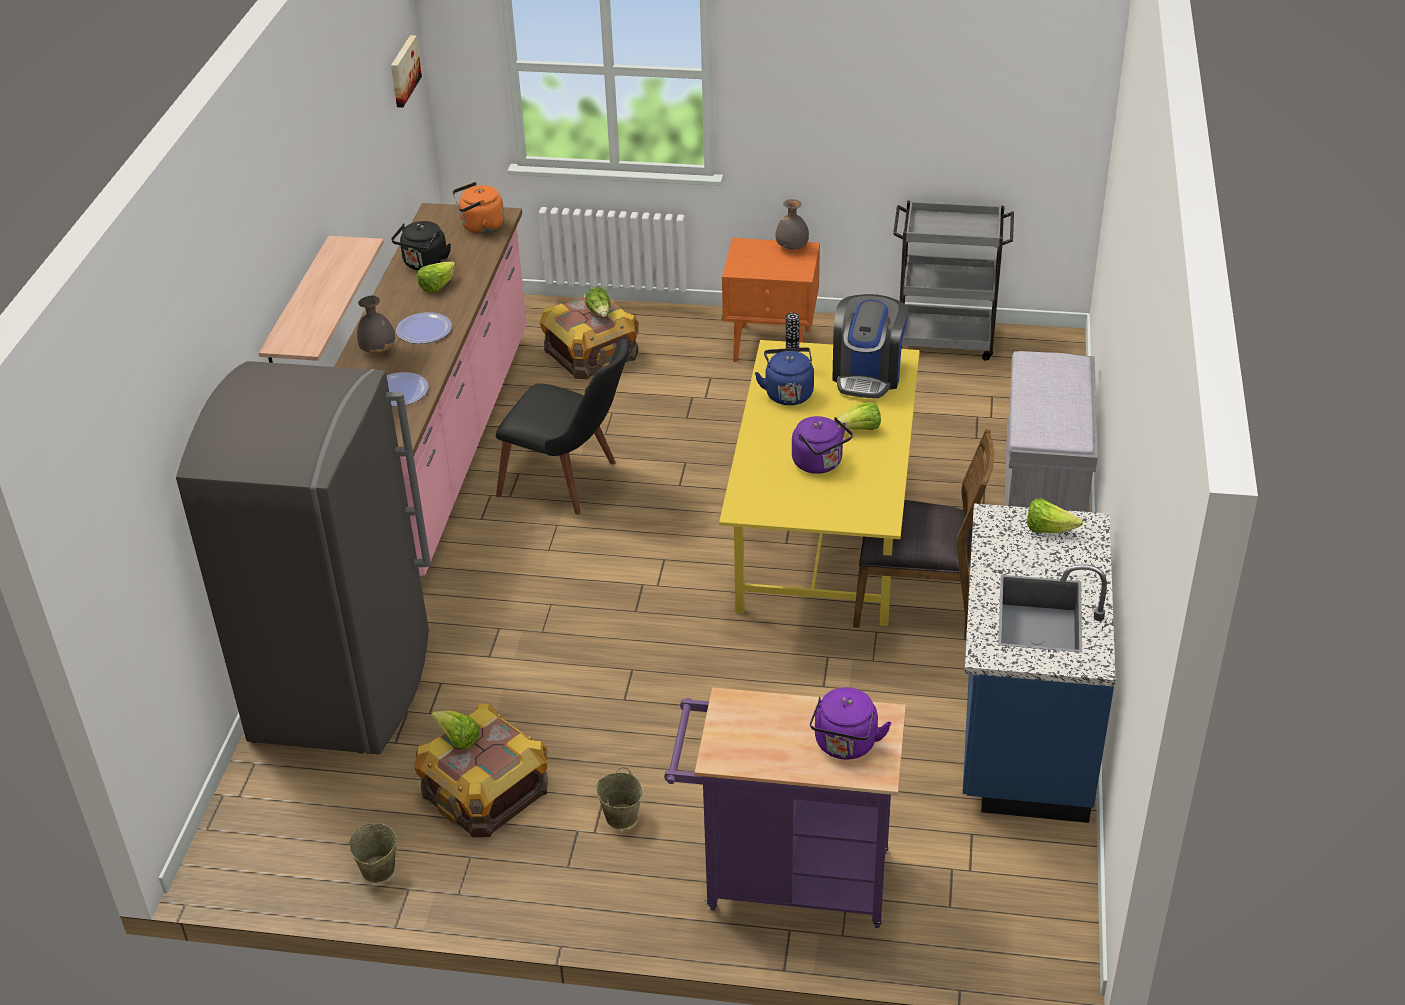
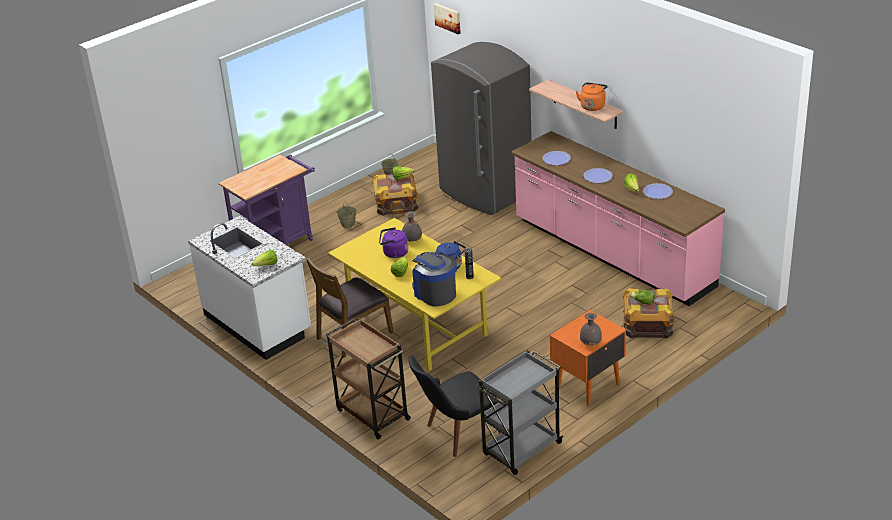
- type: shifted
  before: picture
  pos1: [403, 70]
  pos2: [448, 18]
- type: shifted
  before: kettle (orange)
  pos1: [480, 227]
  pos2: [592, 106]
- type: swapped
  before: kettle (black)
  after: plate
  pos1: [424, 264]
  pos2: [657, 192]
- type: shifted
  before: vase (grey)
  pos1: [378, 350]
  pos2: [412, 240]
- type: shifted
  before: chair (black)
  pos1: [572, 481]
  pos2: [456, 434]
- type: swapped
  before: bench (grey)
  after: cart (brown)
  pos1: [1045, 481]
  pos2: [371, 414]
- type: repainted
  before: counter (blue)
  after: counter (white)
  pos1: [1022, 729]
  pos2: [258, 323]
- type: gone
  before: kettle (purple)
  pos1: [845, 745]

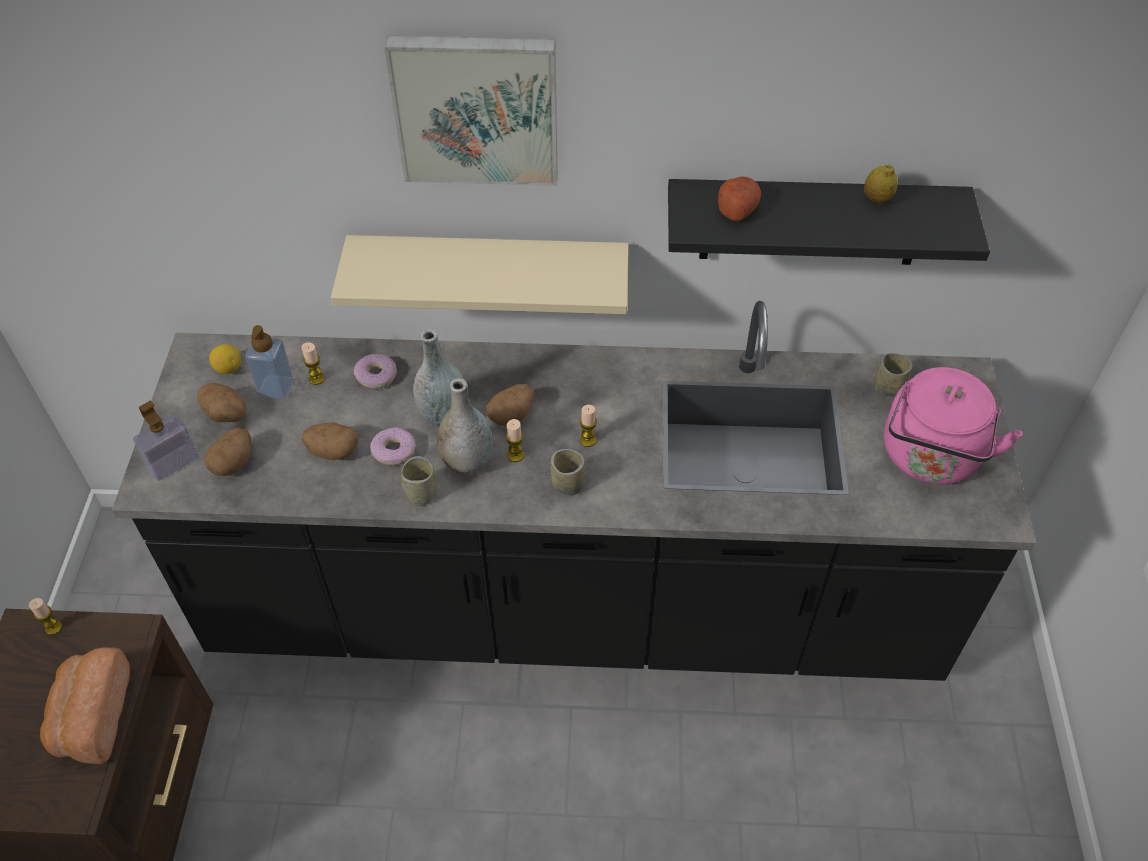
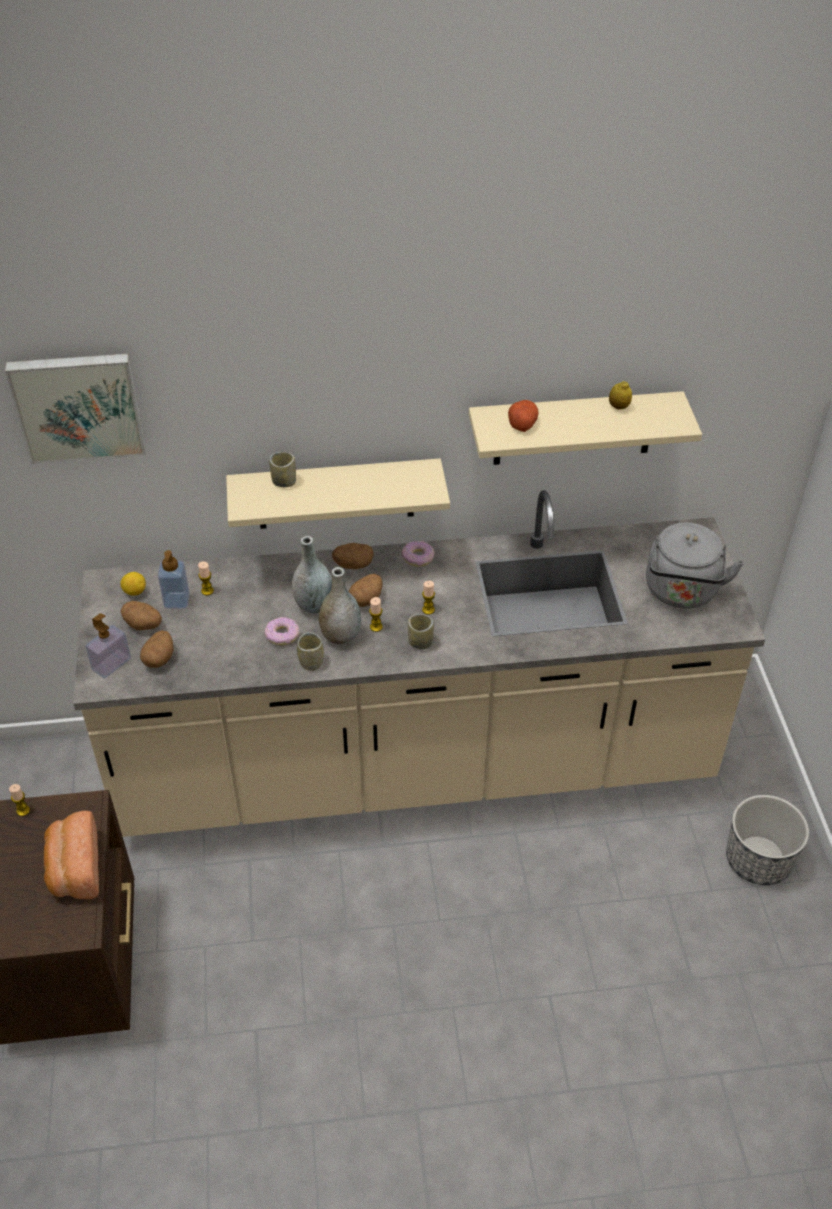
- type: shifted
  before: picture
  pos1: [477, 108]
  pos2: [78, 405]
- type: repainted
  before: shelf (black)
  after: shelf (beige)
  pos1: [811, 222]
  pos2: [573, 428]
- type: repainted
  before: counter (black)
  after: counter (beige)
  pos1: [574, 610]
  pos2: [415, 768]
- type: shifted
  before: cup
  pos1: [888, 388]
  pos2: [284, 481]
- type: shifted
  before: donut
  pos1: [376, 375]
  pos2: [418, 557]
- type: repainted
  before: kettle (pink)
  after: kettle (grey)
  pos1: [930, 459]
  pos2: [681, 592]
- type: shifted
  before: potato
  pos1: [333, 451]
  pos2: [353, 565]
- type: new
  after: planter
  pos2: [758, 860]

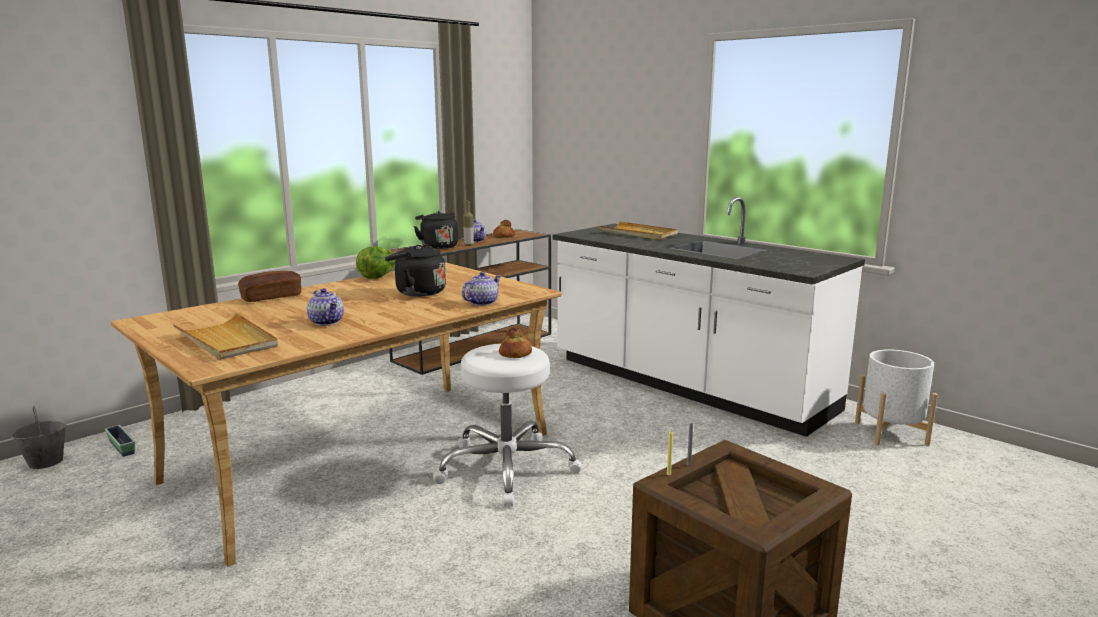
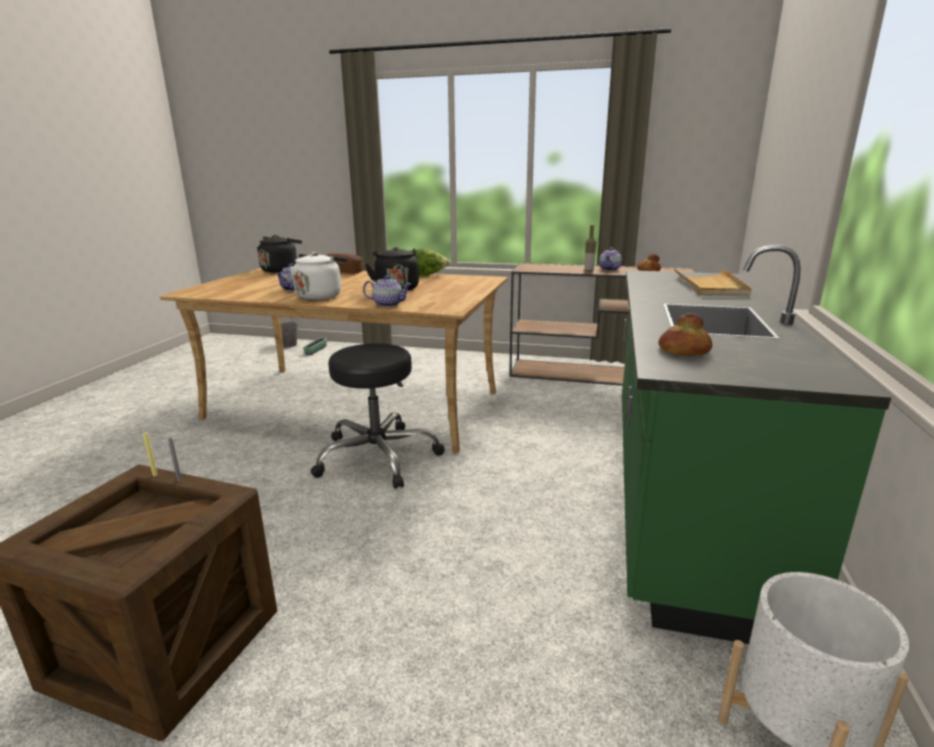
- type: repainted
  before: counter (white)
  after: counter (green)
  pos1: [687, 385]
  pos2: [681, 493]
- type: shifted
  before: kettle (black)
  pos1: [438, 246]
  pos2: [281, 270]
- type: gone
  before: tray (beige)
  pos1: [227, 340]
- type: shifted
  before: bread
  pos1: [516, 354]
  pos2: [684, 350]
- type: repainted
  before: stool (white)
  after: stool (black)
  pos1: [506, 468]
  pos2: [378, 456]
- type: new
  after: kettle (white)
  pos2: [320, 296]

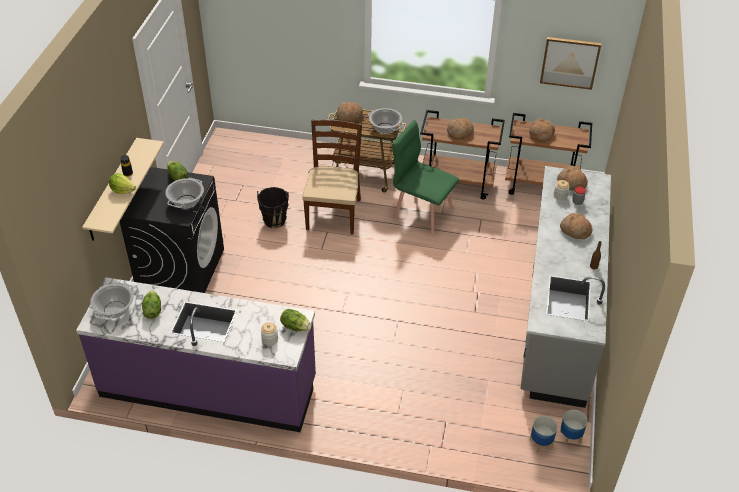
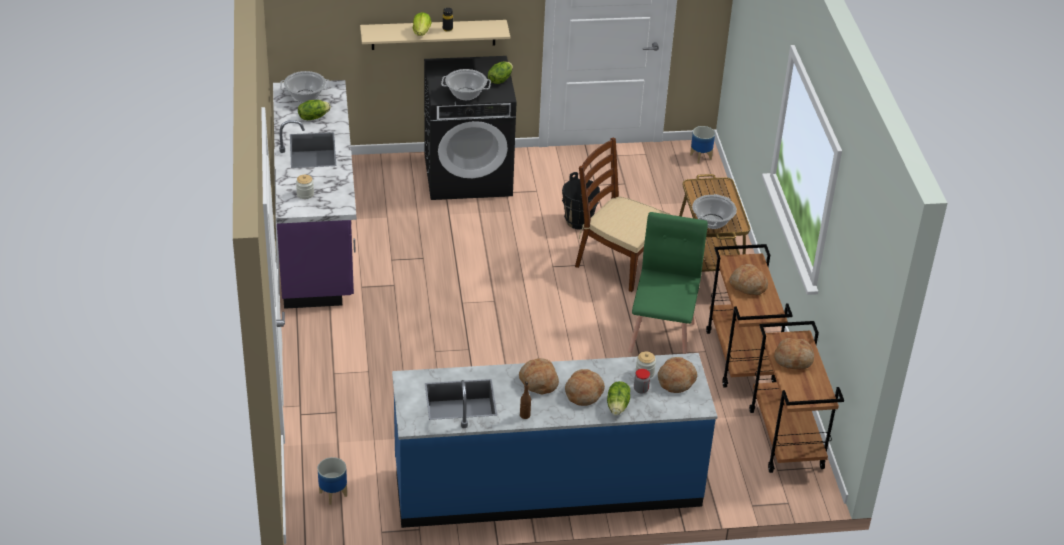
- type: gone
  before: picture
  pos1: [570, 62]
- type: shifted
  before: bread
  pos1: [349, 116]
  pos2: [538, 382]
- type: rotated
  before: chair (brown)
  pos1: [333, 213]
  pos2: [617, 263]
  turn: -135
- type: repainted
  before: counter (grey)
  after: counter (blue)
  pos1: [557, 313]
  pos2: [547, 484]
- type: shifted
  before: lettuce
  pos1: [295, 326]
  pos2: [618, 406]
- type: shifted
  before: planter
  pos1: [570, 437]
  pos2: [701, 157]

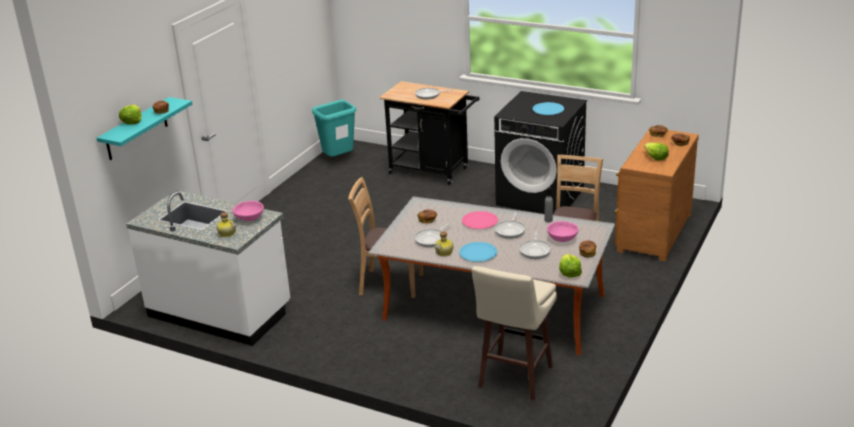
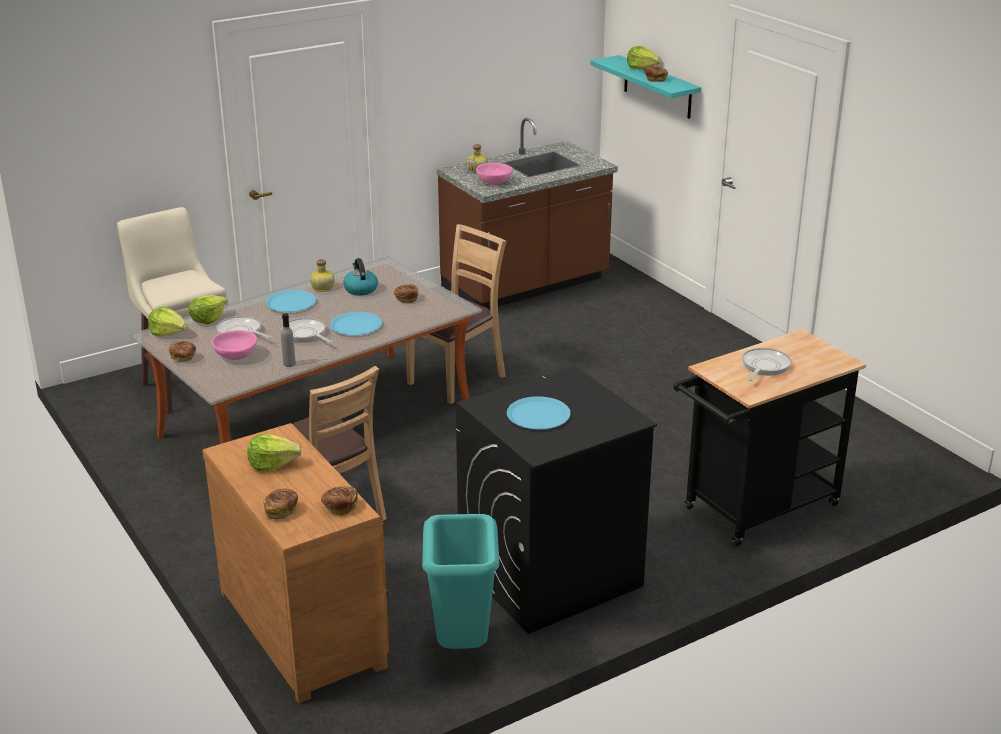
- type: shifted
  before: trash can (turquoise)
  pos1: [339, 159]
  pos2: [462, 647]
- type: repainted
  before: counter (white)
  after: counter (brown)
  pos1: [220, 311]
  pos2: [526, 285]
- type: repainted
  before: plate (pink)
  after: plate (blue)
  pos1: [480, 221]
  pos2: [356, 325]
- type: swapped
  before: frying pan
  after: kettle
  pos1: [431, 239]
  pos2: [360, 289]
- type: new
  after: lettuce
  pos2: [208, 319]

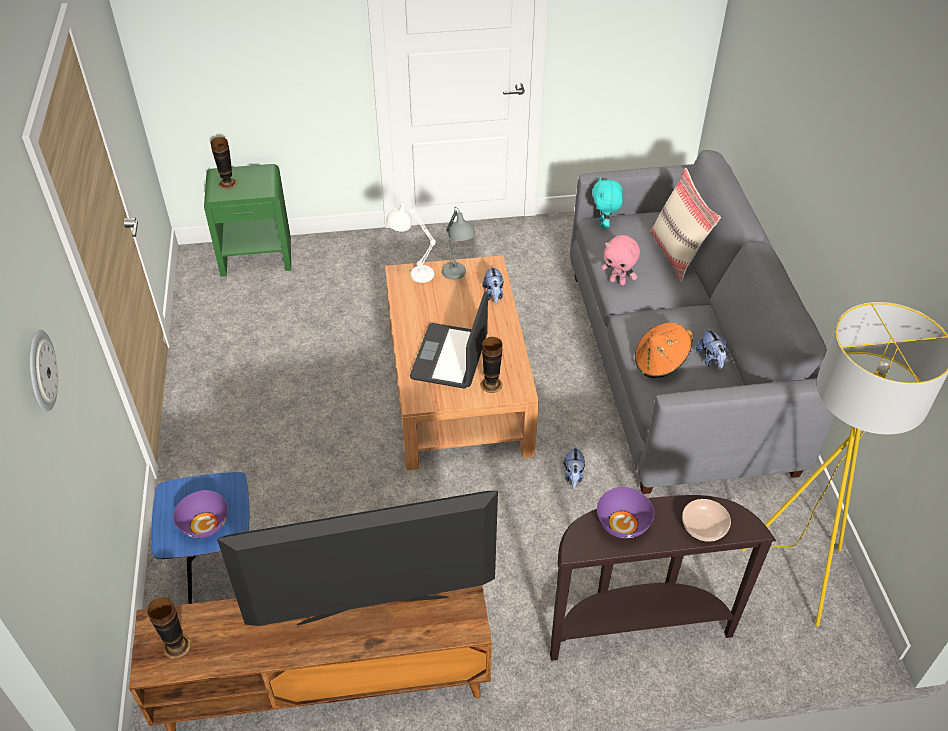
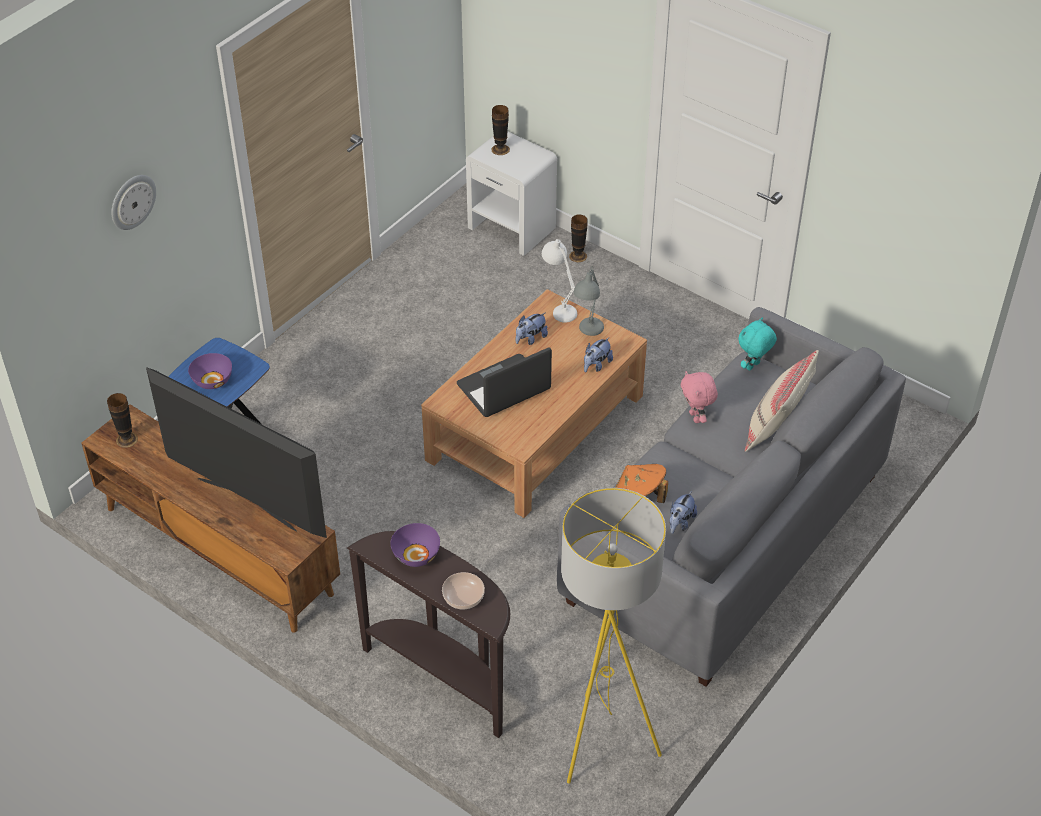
- type: repainted
  before: nightstand (green)
  after: nightstand (white)
  pos1: [257, 256]
  pos2: [512, 228]
- type: shifted
  before: vase
  pos1: [491, 384]
  pos2: [578, 256]
- type: shifted
  before: plush toy
  pos1: [573, 476]
  pos2: [530, 338]

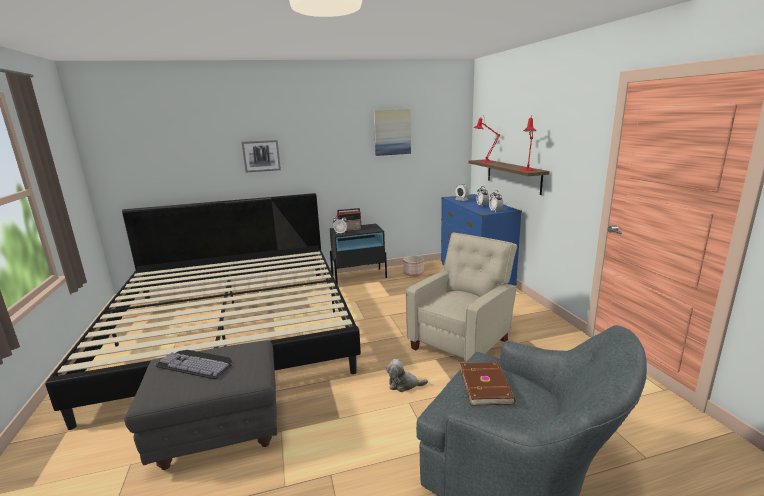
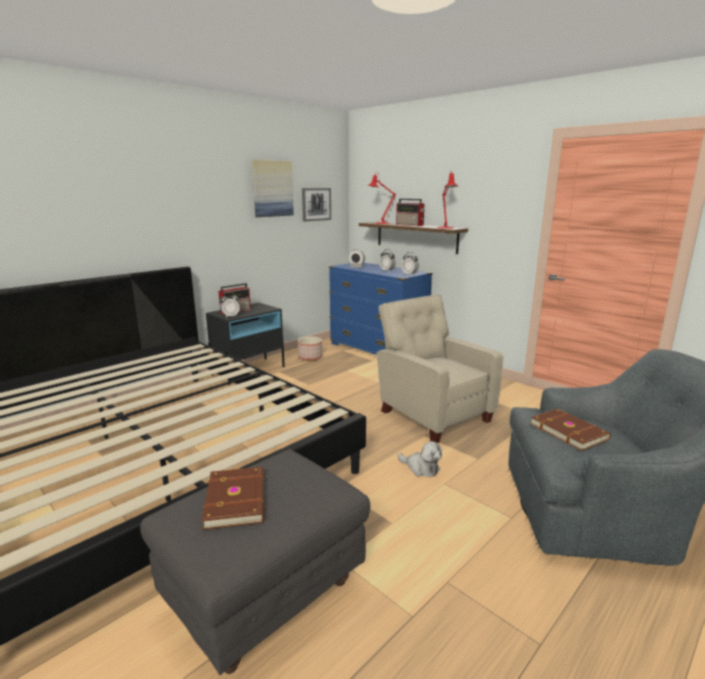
- type: shifted
  before: picture
  pos1: [261, 156]
  pos2: [316, 204]
- type: rotated
  before: armchair (beige)
  pos1: [462, 343]
  pos2: [432, 414]
  turn: -45
- type: swapped
  before: keyboard
  after: book (brown)
  pos1: [197, 363]
  pos2: [237, 499]
- type: rotated
  before: plush toy
  pos1: [404, 384]
  pos2: [421, 468]
  turn: -120
- type: new
  after: radio
  pos2: [410, 225]

